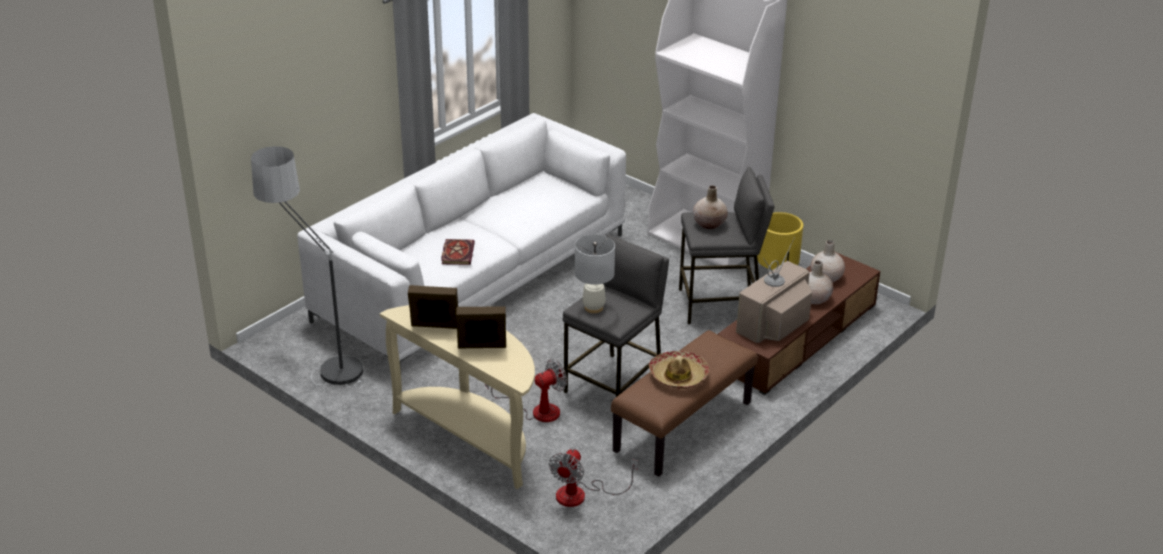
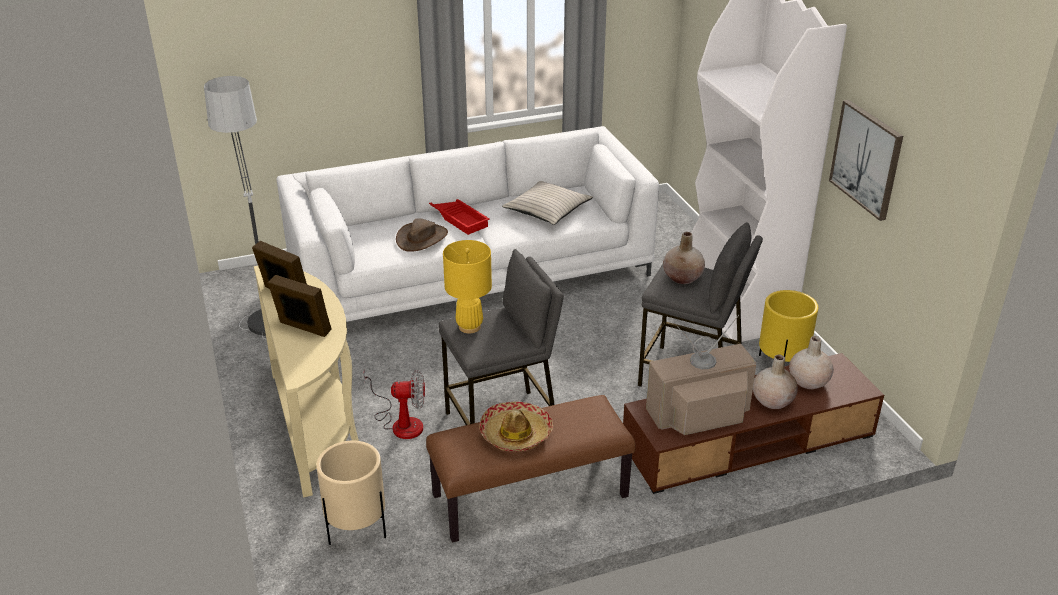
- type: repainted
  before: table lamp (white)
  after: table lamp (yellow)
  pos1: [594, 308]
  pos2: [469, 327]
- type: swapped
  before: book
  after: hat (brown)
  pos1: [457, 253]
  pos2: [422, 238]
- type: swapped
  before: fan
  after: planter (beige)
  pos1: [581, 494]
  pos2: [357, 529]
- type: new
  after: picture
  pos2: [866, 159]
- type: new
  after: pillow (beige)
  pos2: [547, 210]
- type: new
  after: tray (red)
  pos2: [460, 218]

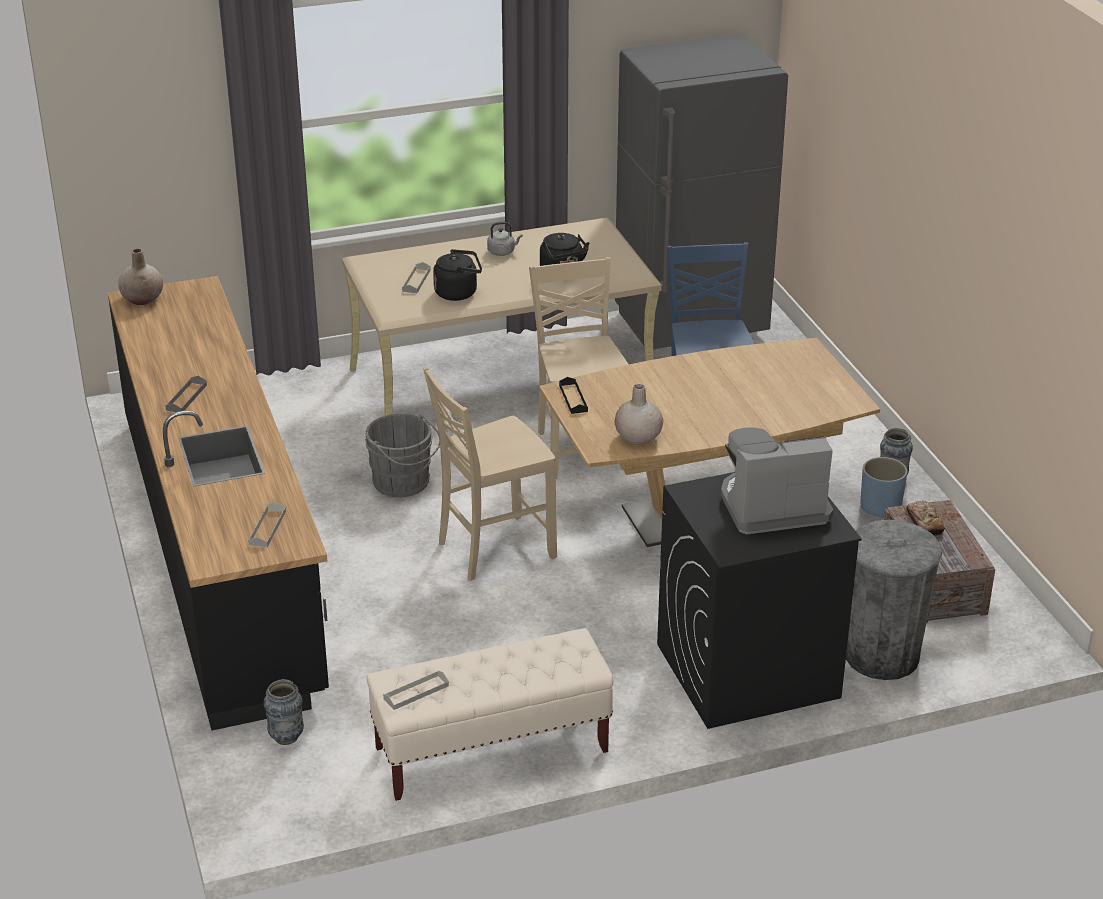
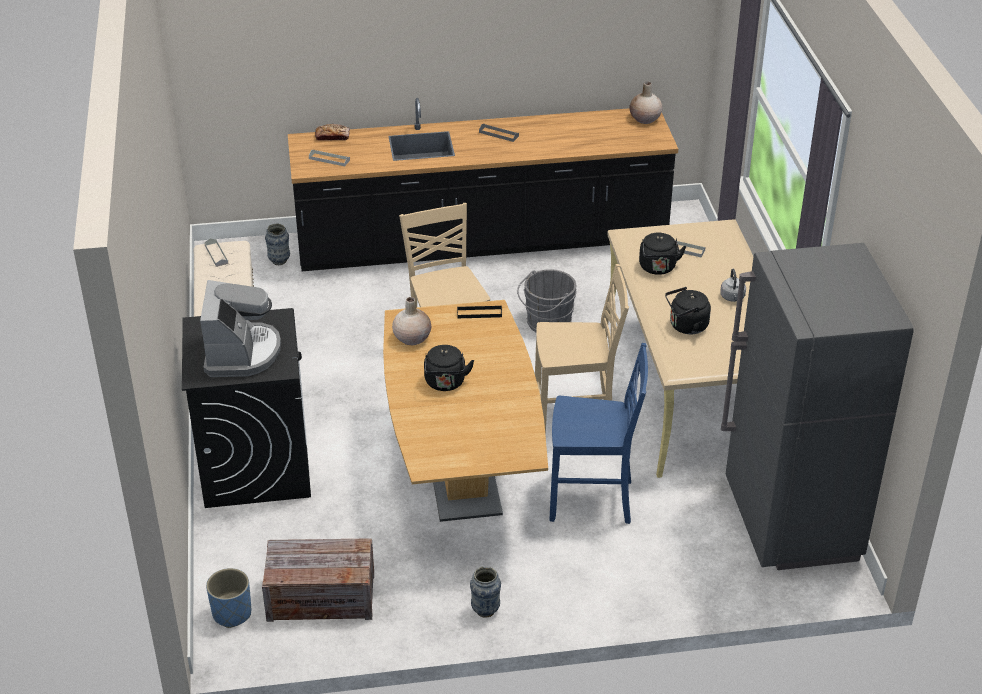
- type: shifted
  before: planter (blue)
  pos1: [880, 507]
  pos2: [232, 613]
- type: shifted
  before: bread
  pos1: [924, 523]
  pos2: [332, 136]
- type: gone
  before: trash can (grey)
  pos1: [881, 656]
- type: new
  after: kettle (black)
  pos2: [445, 383]

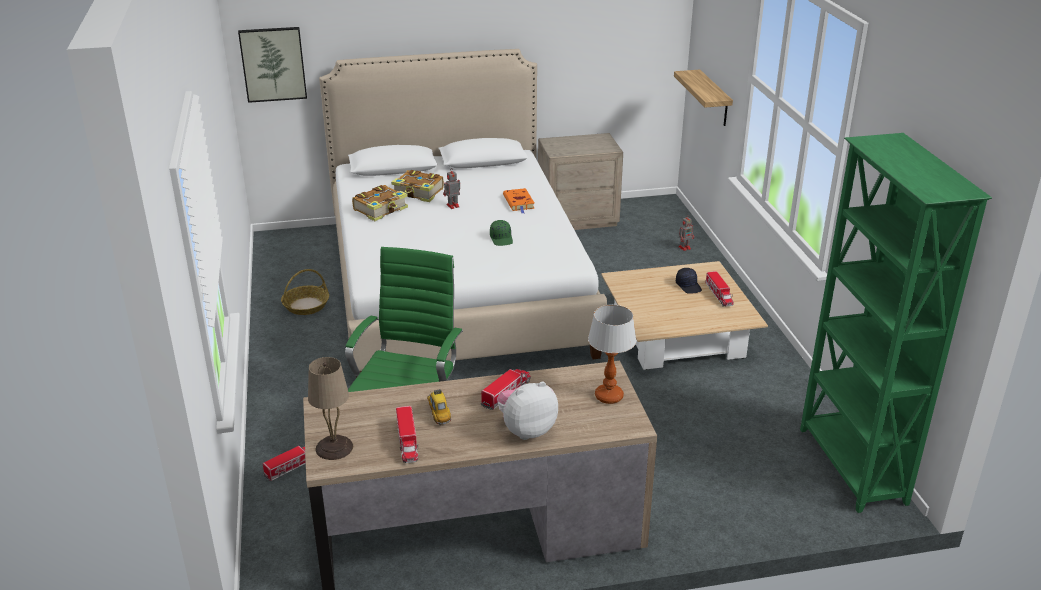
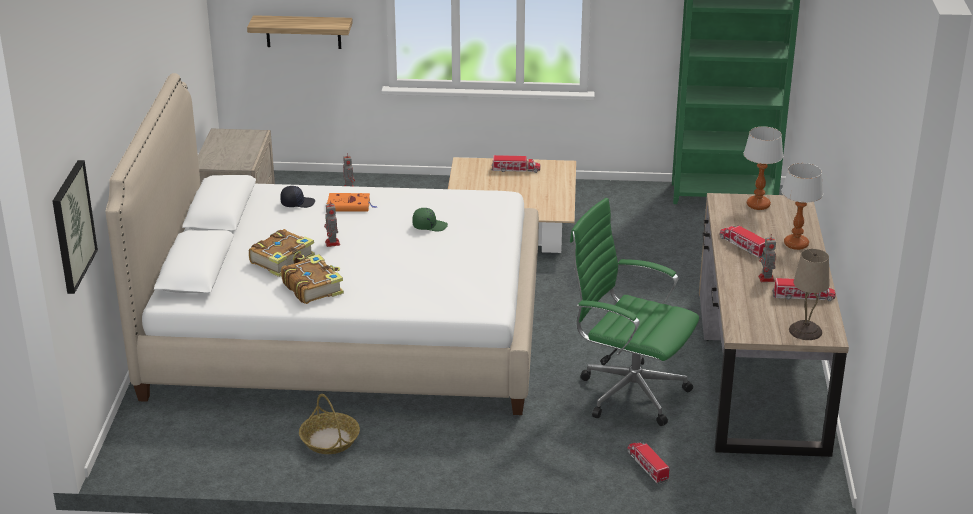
- type: shifted
  before: cap (black)
  pos1: [688, 286]
  pos2: [297, 203]
- type: swapped
  before: plush toy
  after: table lamp
  pos1: [526, 430]
  pos2: [796, 244]
- type: swapped
  before: toy car
  after: toy robot
  pos1: [438, 414]
  pos2: [766, 279]

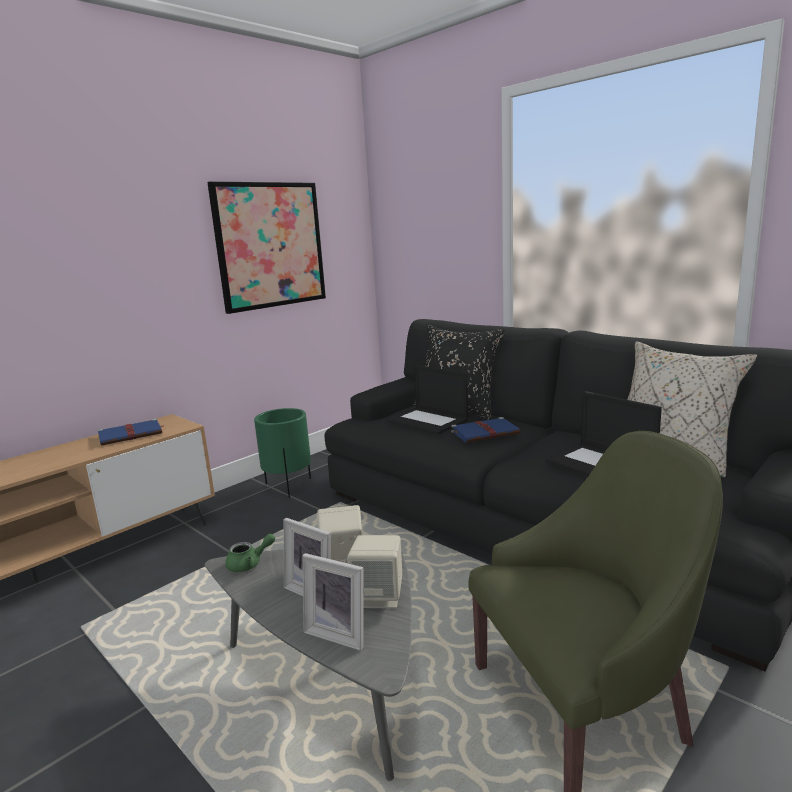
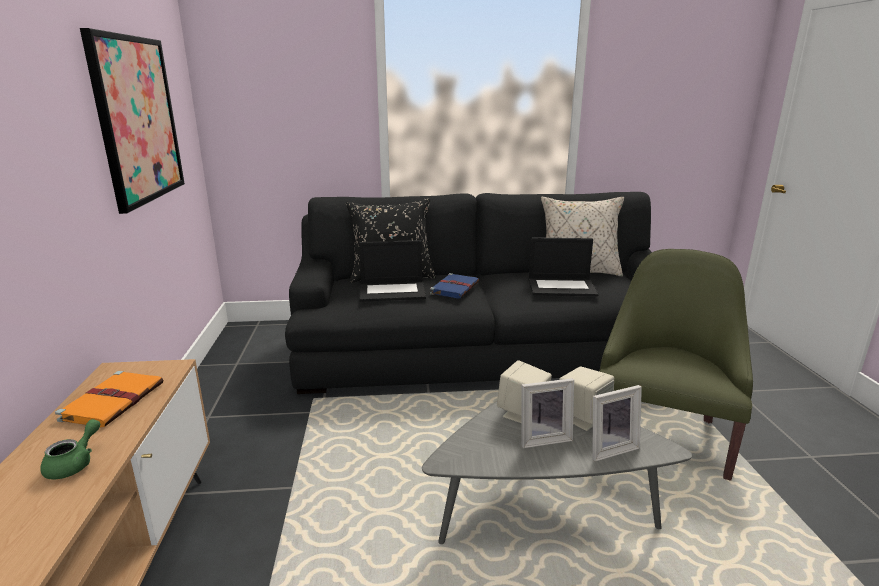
- type: gone
  before: planter (green)
  pos1: [288, 486]
- type: repainted
  before: book (blue)
  after: book (orange)
  pos1: [132, 435]
  pos2: [114, 400]
- type: shifted
  before: teapot (green)
  pos1: [249, 564]
  pos2: [75, 464]

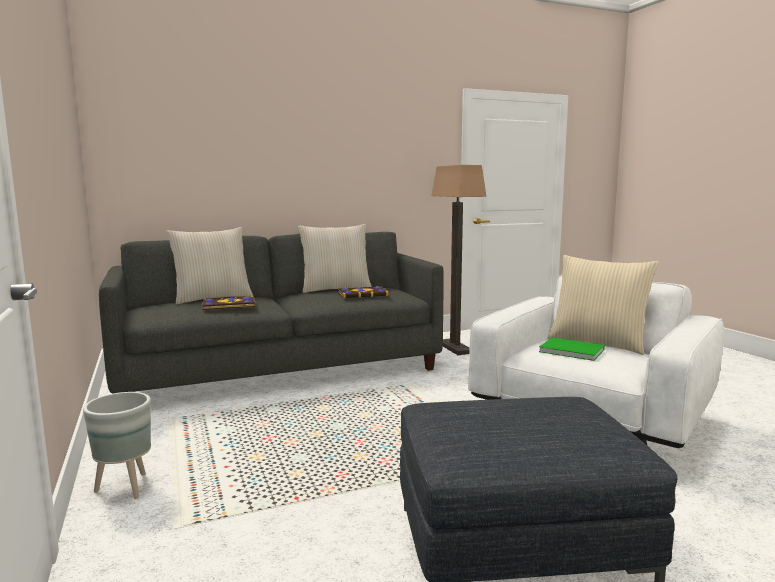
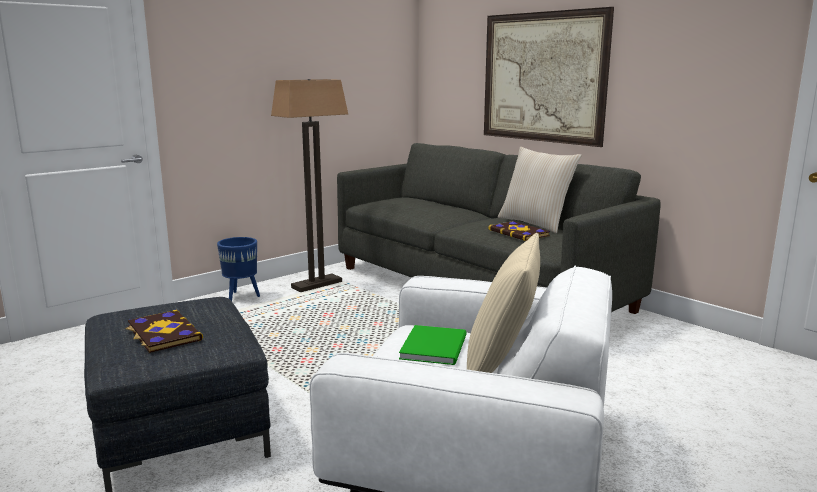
- type: shifted
  before: floor lamp
  pos1: [454, 348]
  pos2: [317, 284]
- type: gone
  before: pillow (beige)
  pos1: [212, 298]
- type: shifted
  before: book
  pos1: [229, 305]
  pos2: [163, 333]
- type: repainted
  before: planter (grey)
  after: planter (blue)
  pos1: [125, 487]
  pos2: [241, 297]
- type: new
  after: picture
  pos2: [543, 77]

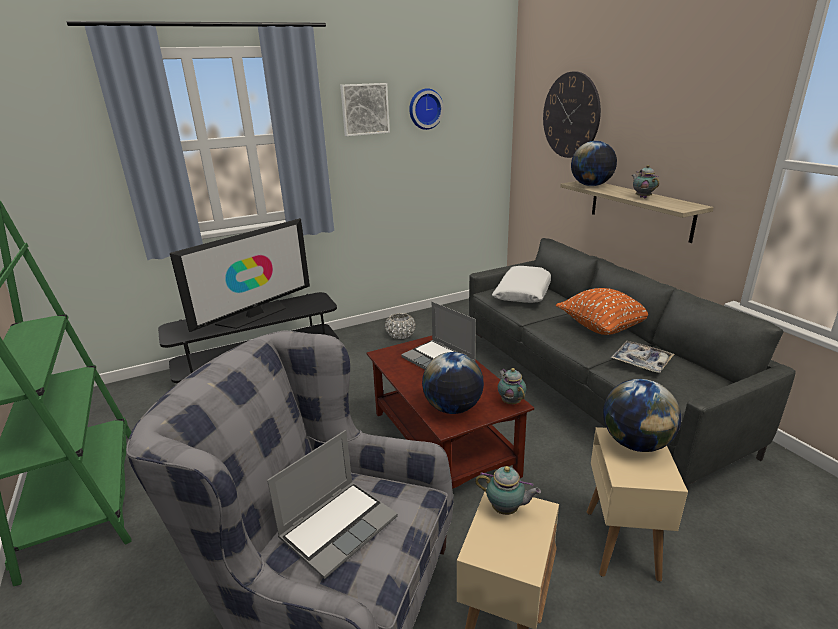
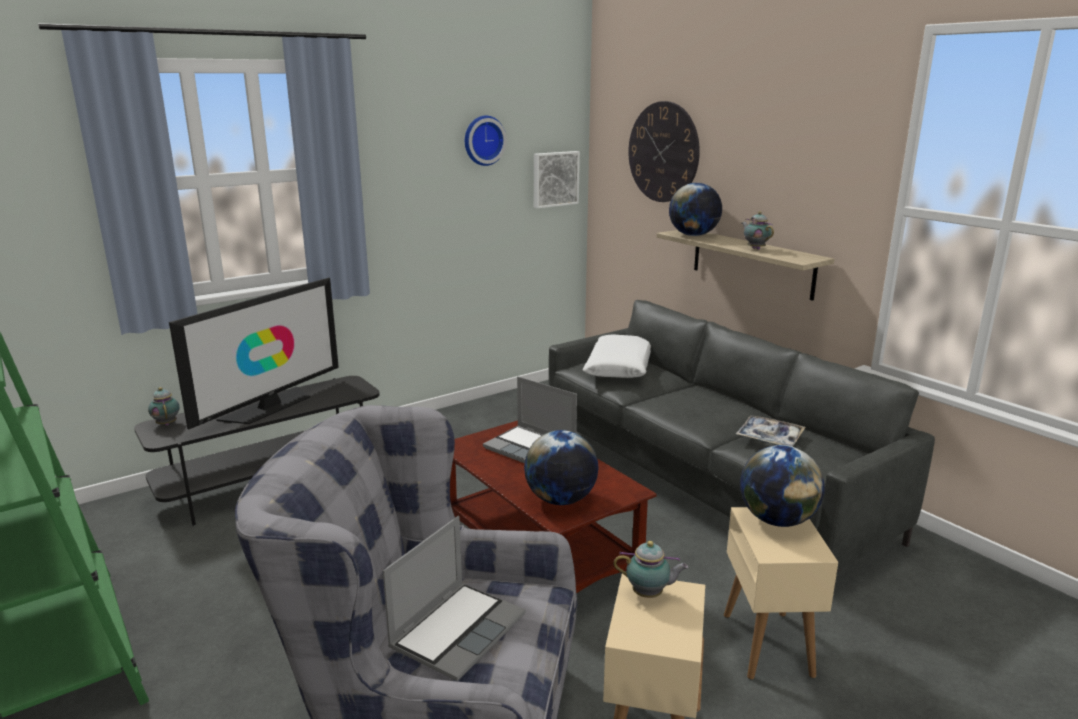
- type: shifted
  before: picture
  pos1: [364, 109]
  pos2: [554, 179]
- type: gone
  before: pillow (orange)
  pos1: [602, 327]
- type: gone
  before: planter (white)
  pos1: [400, 335]
- type: shifted
  before: teapot
  pos1: [510, 401]
  pos2: [167, 423]

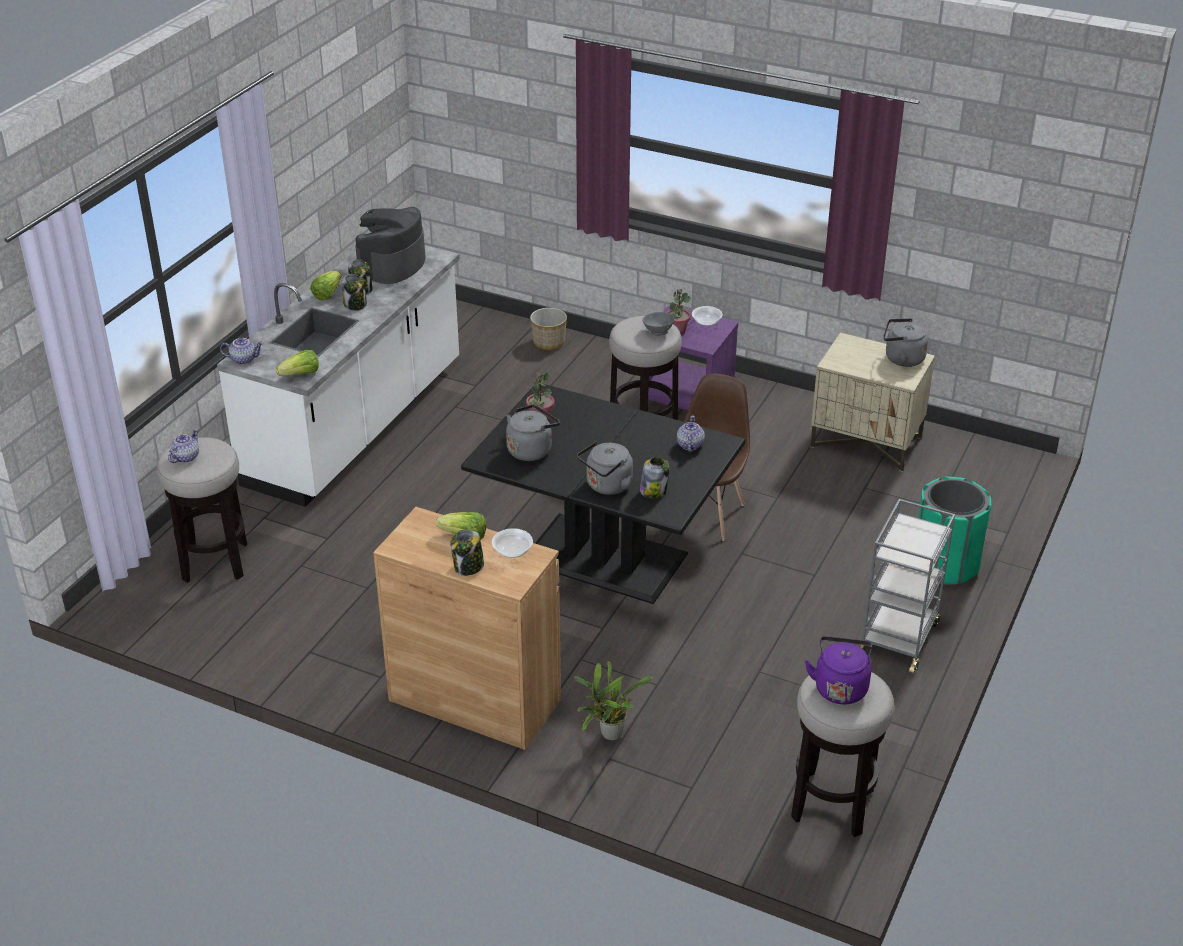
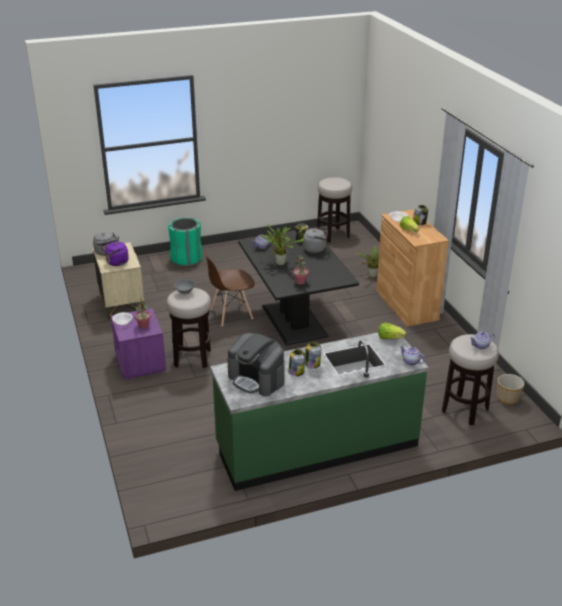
- type: rotated
  before: coffee machine
  pos1: [392, 265]
  pos2: [257, 379]
  turn: 60
- type: repainted
  before: counter (white)
  after: counter (green)
  pos1: [356, 425]
  pos2: [316, 445]
- type: gone
  before: lettuce
  pos1: [327, 294]
- type: shifted
  before: planter
  pos1: [548, 342]
  pos2: [508, 398]
- type: gone
  before: kettle (grey)
  pos1: [531, 450]
- type: gone
  before: cart (grey)
  pos1: [898, 638]
- type: shifted
  before: kettle (purple)
  pos1: [840, 687]
  pos2: [116, 263]
- type: new
  after: potted plant
  pos2: [279, 262]

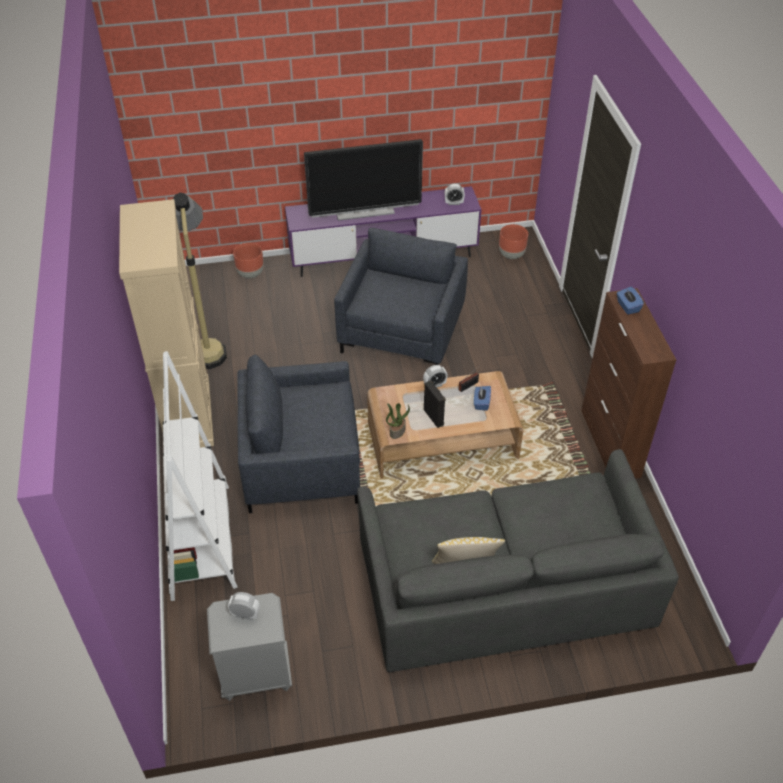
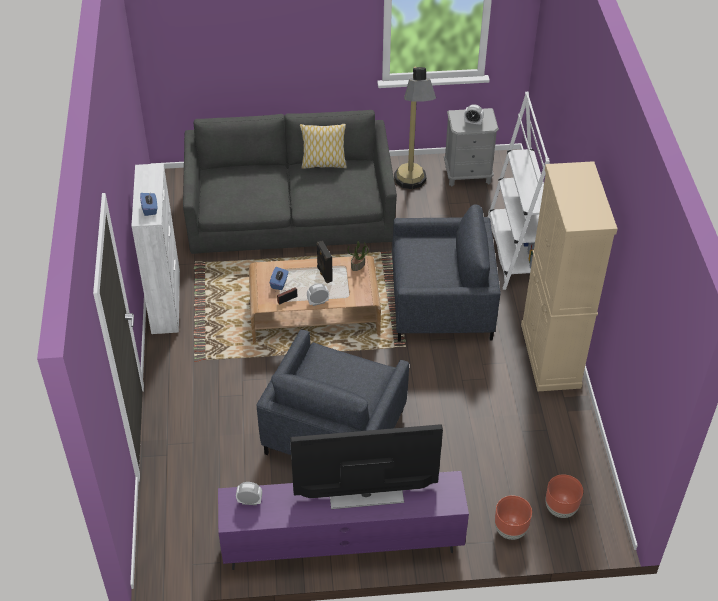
- type: shifted
  before: floor lamp
  pos1: [207, 344]
  pos2: [412, 188]
- type: shifted
  before: planter (brown)
  pos1: [511, 255]
  pos2: [561, 509]
- type: repainted
  before: cabinet (brown)
  after: cabinet (white)
  pos1: [610, 443]
  pos2: [166, 301]

